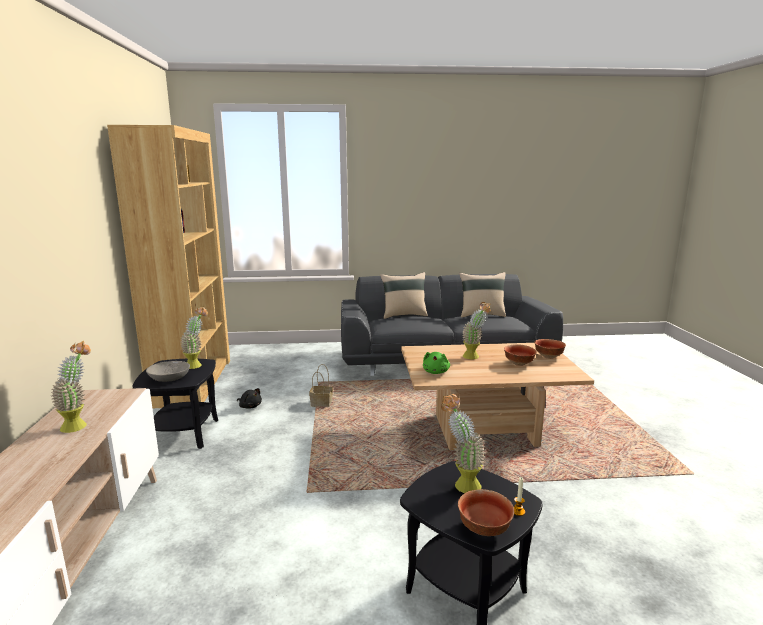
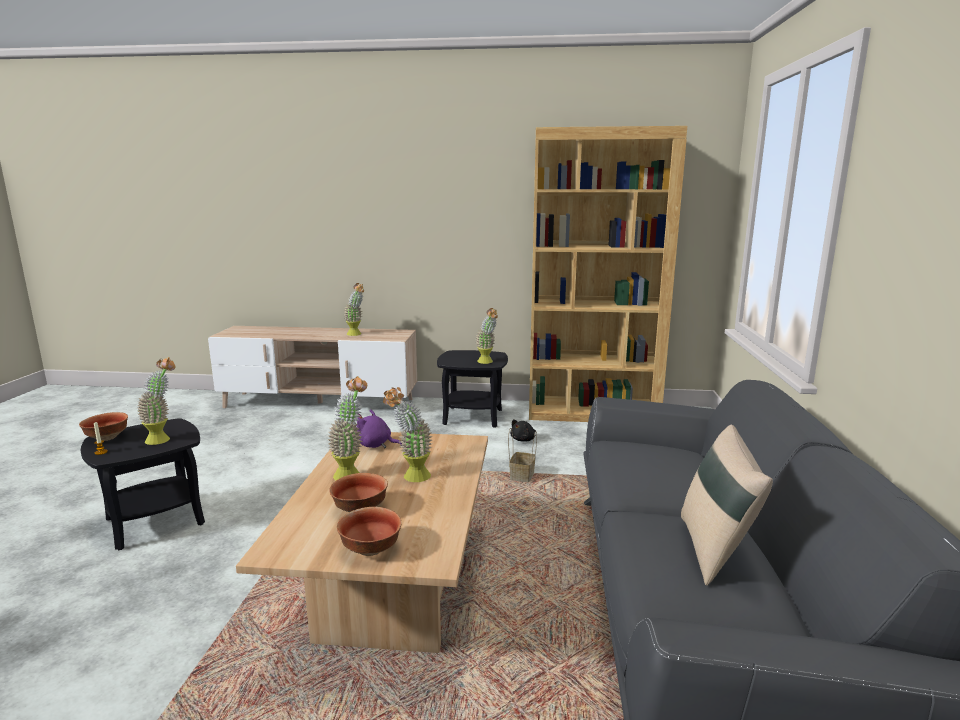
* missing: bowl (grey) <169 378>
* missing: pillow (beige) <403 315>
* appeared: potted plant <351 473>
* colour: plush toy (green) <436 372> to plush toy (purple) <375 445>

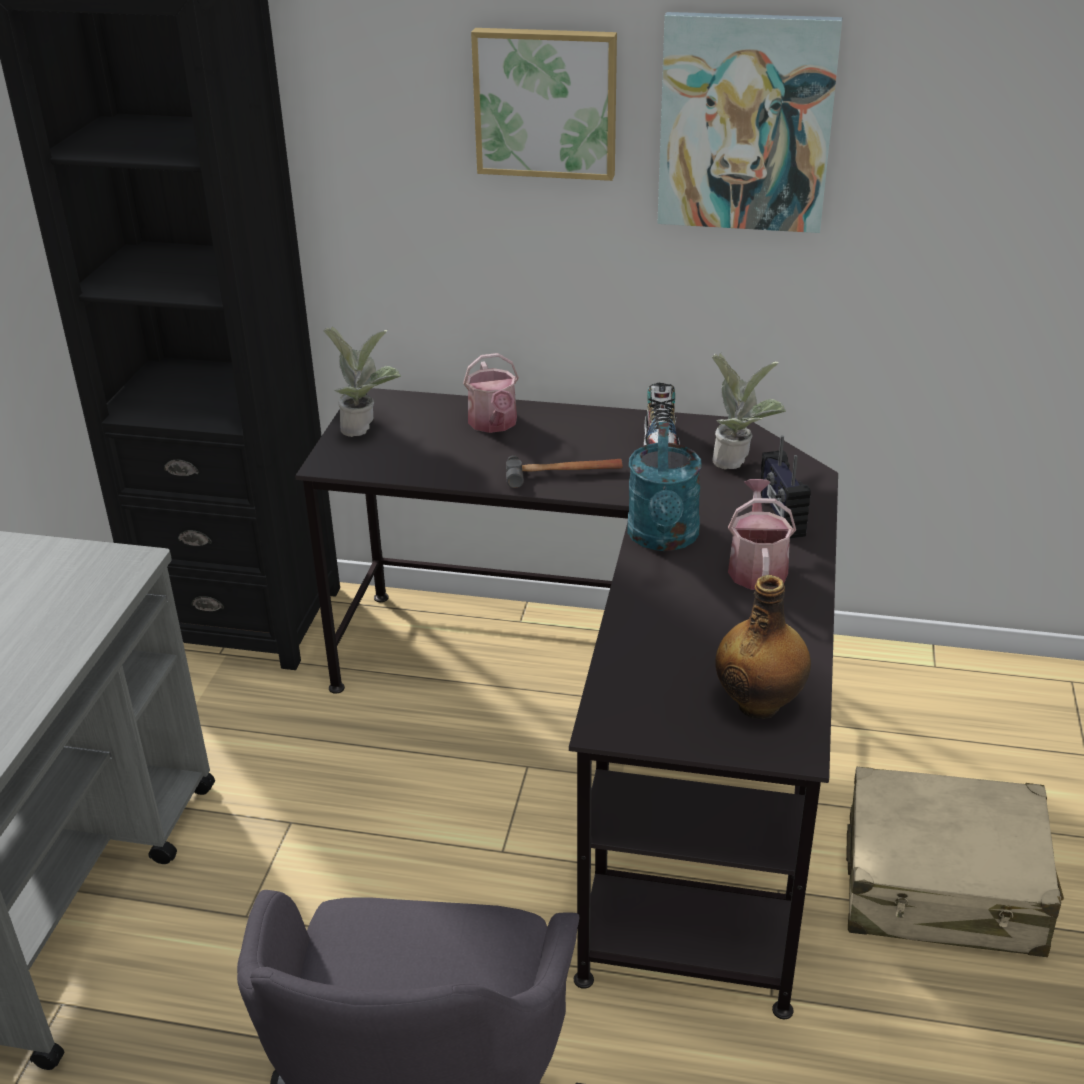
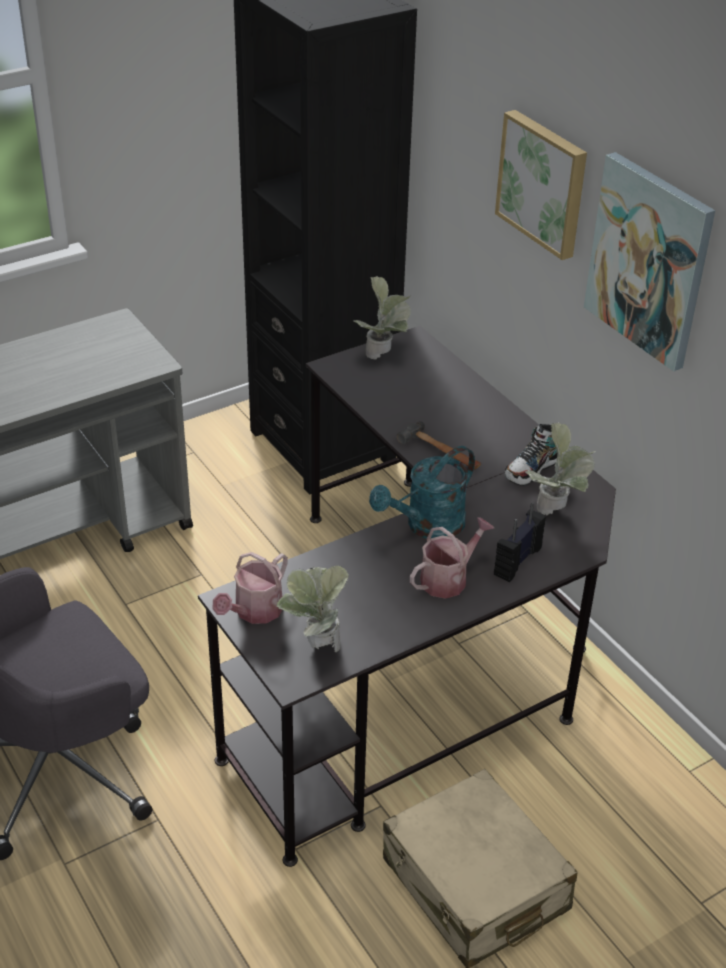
* relocated: watering can <494 424> to <254 612>
* exchanged: bottle <759 703> to potted plant <315 646>

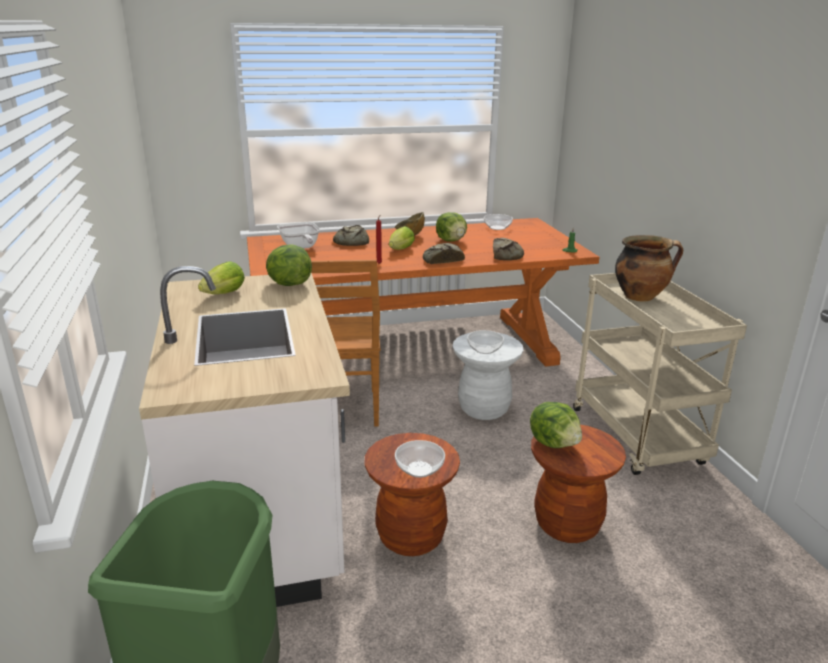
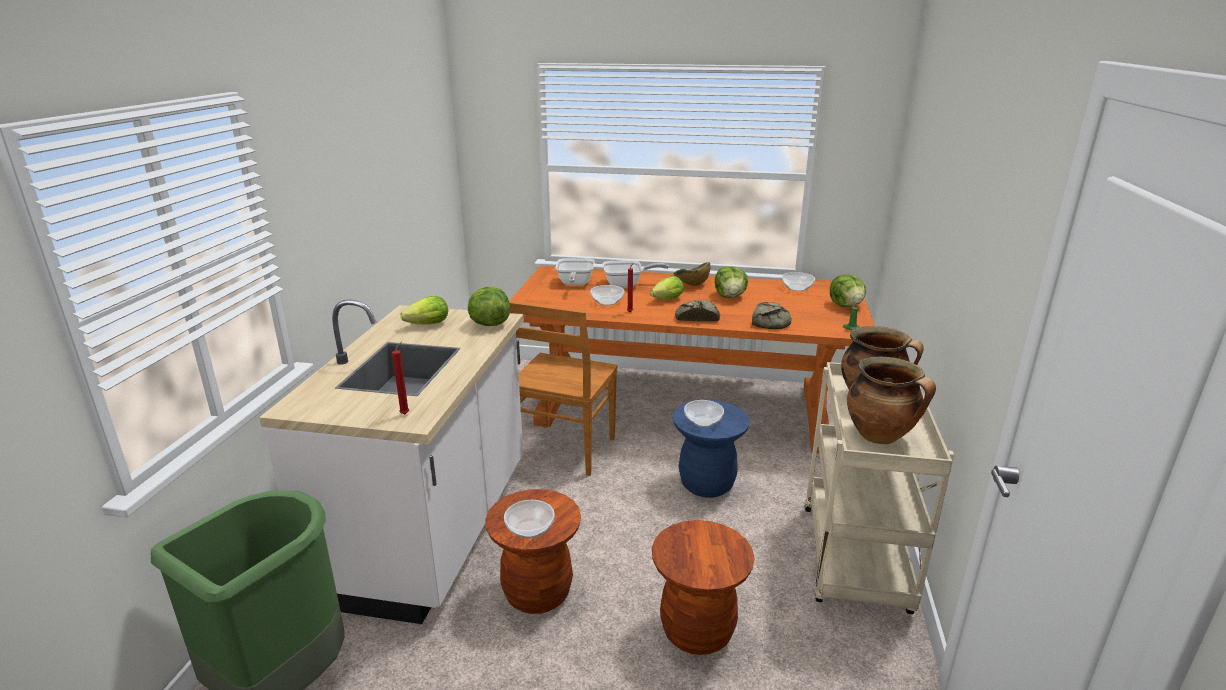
* appeared: candle (red) <406 413>
* appeared: bowl <607 302>
* appeared: cooking pot <881 436>
* relocated: lettuce <554 443> to <846 306>
* exchanged: bread <351 242> to frying pan <627 284>
* colour: stool (white) <484 409> to stool (blue) <706 484>

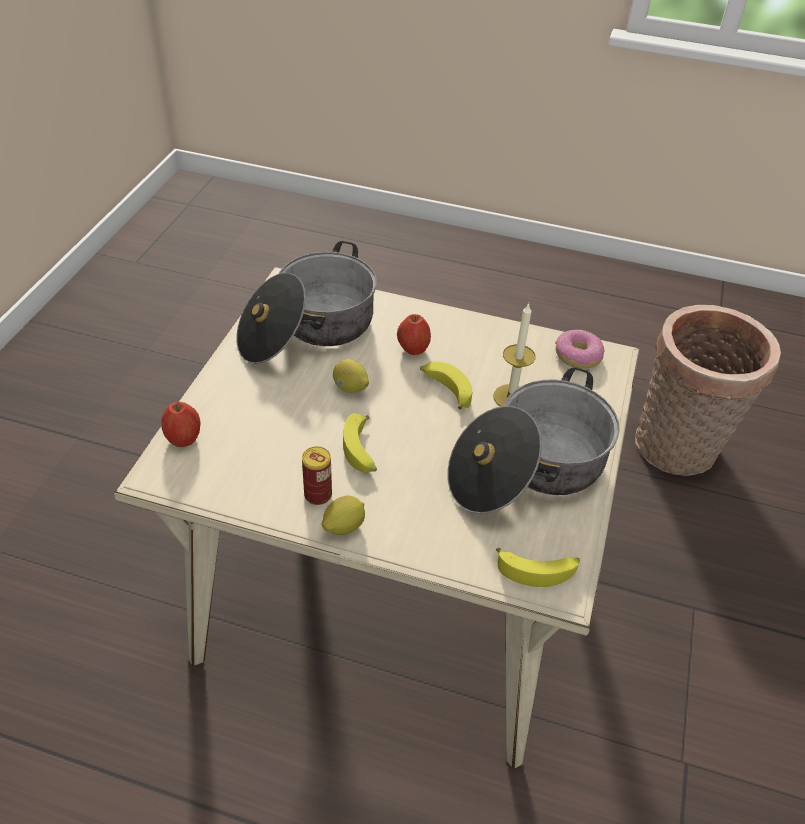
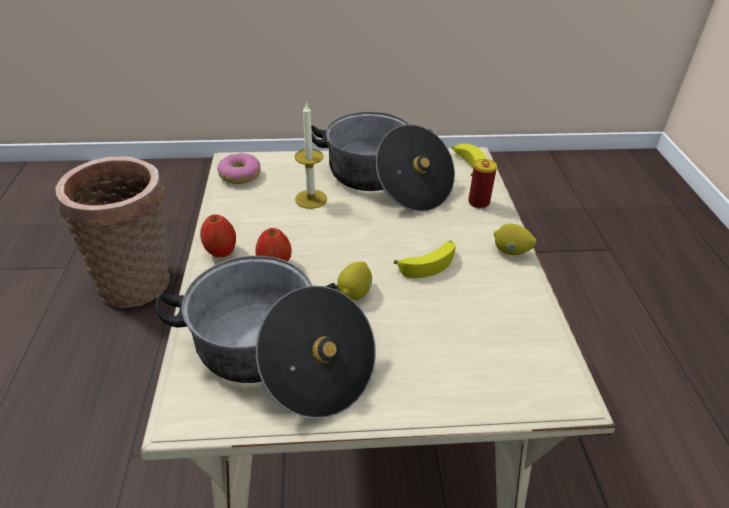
* missing: banana <445 390>
* relocated: apple <184 439> to <221 251>
* relocated: can <318 495> to <478 202>

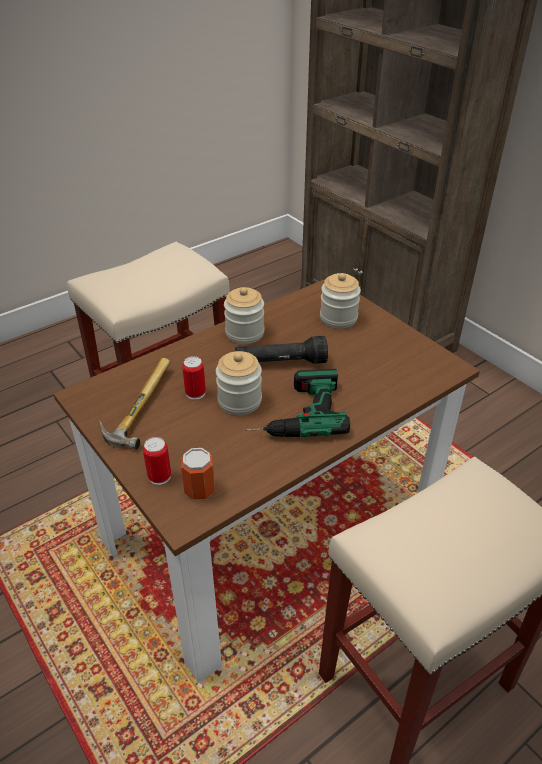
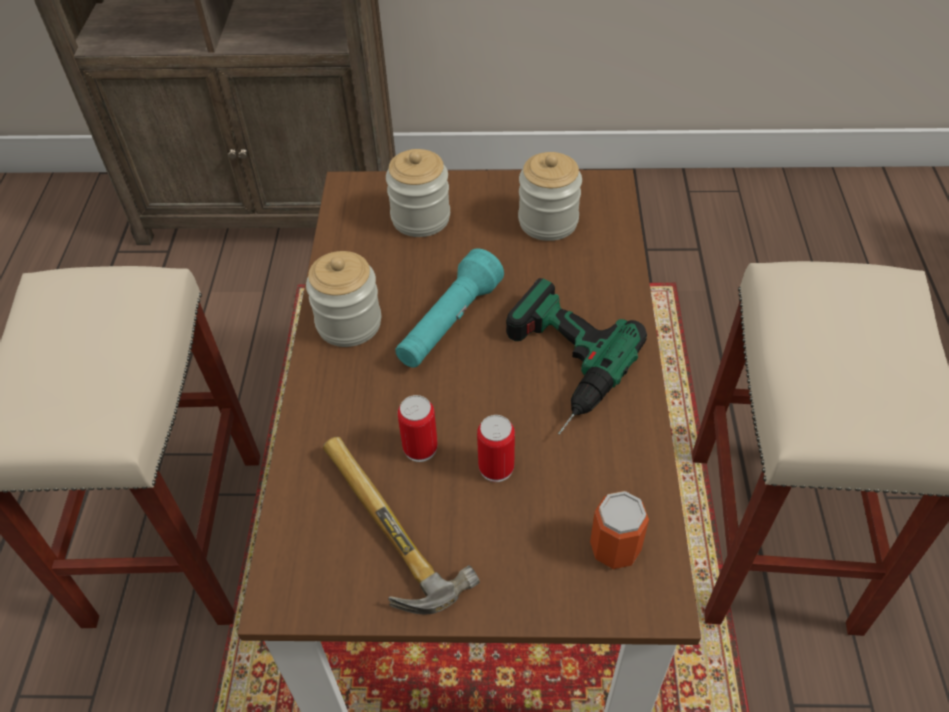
* relocated: can <159 476> to <496 467>
* relocated: jar <239 401> to <548 221>
* colour: flashlight (black) <280 363> to flashlight (turquoise) <449 324>

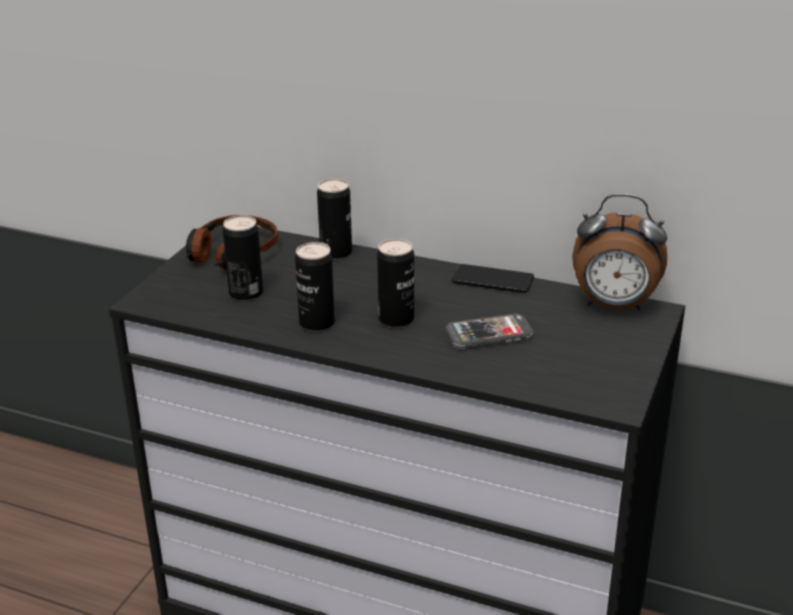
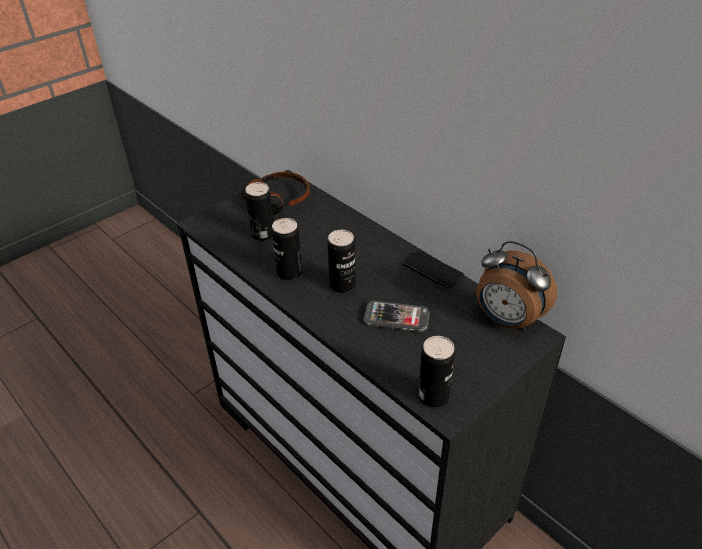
* relocated: can <336 253> to <433 396>

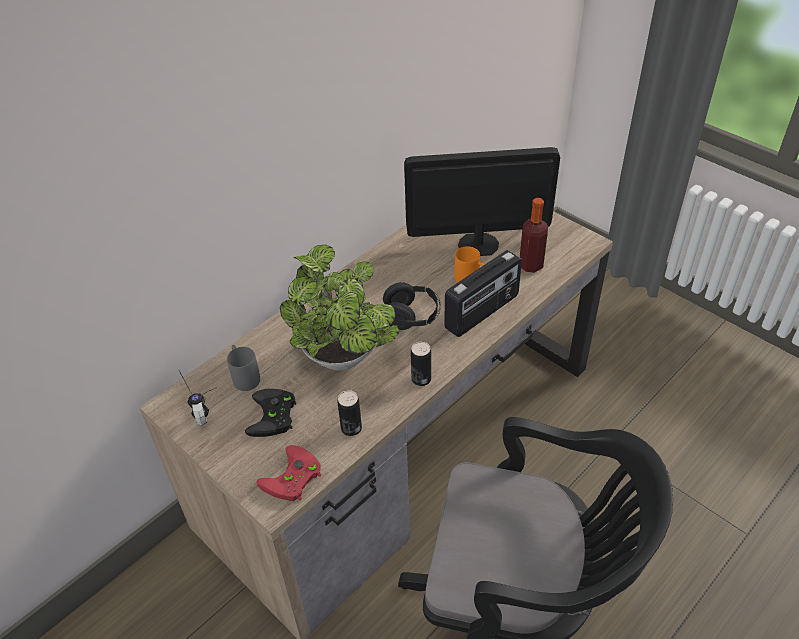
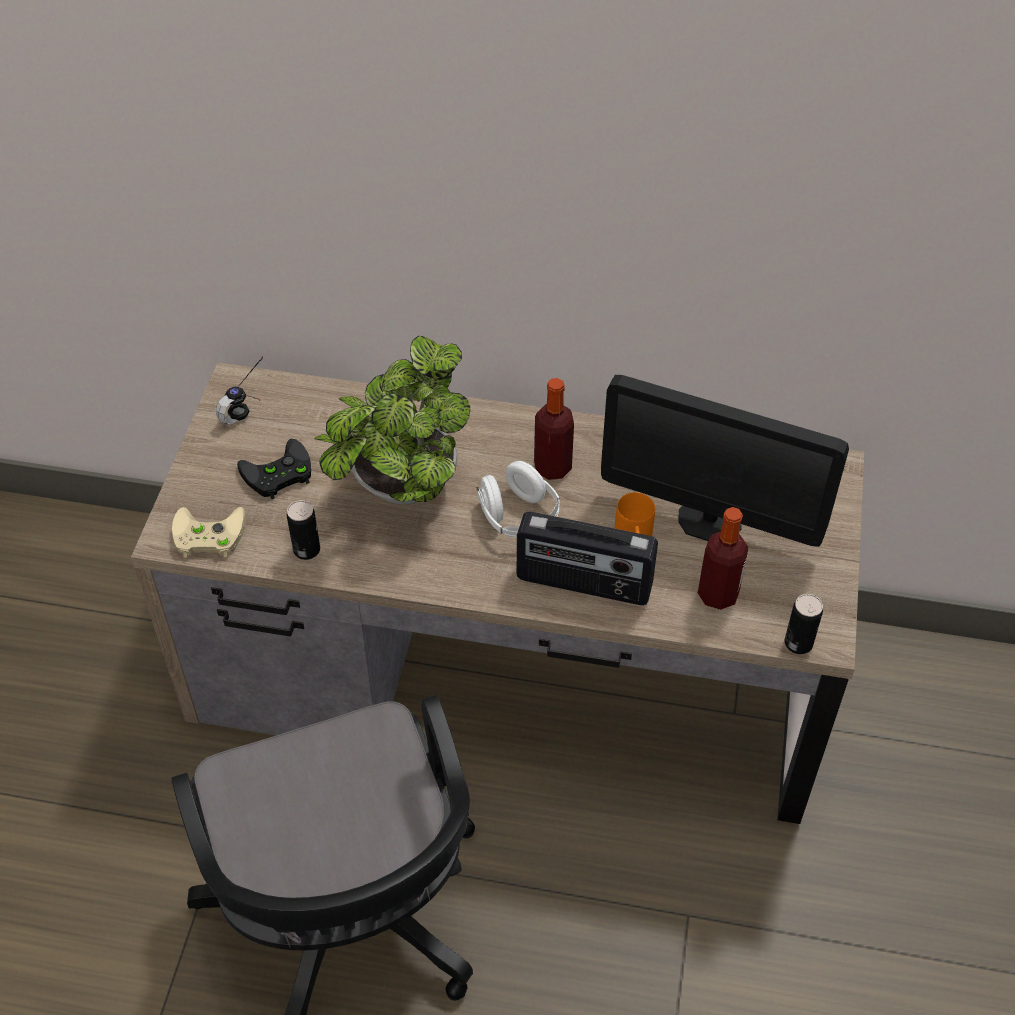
* missing: mug (grey) <244 376>
* appeared: bottle <552 467>
* relocated: can <421 379> to <798 643>
* colour: game controller (red) <292 479> to game controller (beige) <206 536>
* colour: headphones (black) <411 317> to headphones (white) <518 517>
* spun: monitor <478 245> = <709 519> 150 degrees clockwise

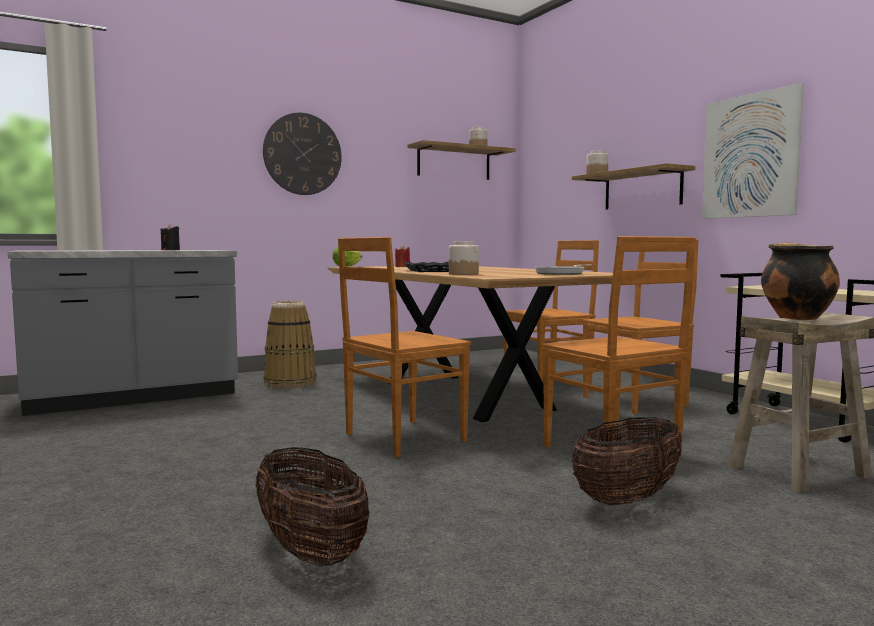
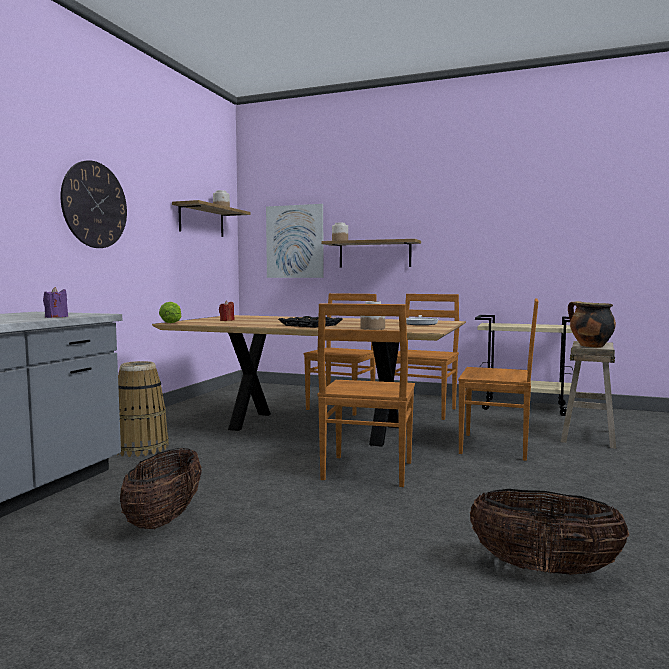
* relocated: basket <628 499> to <164 519>
* relocated: picture <750 156> to <294 241>
* colour: candle (black) <170 250> to candle (purple) <56 317>

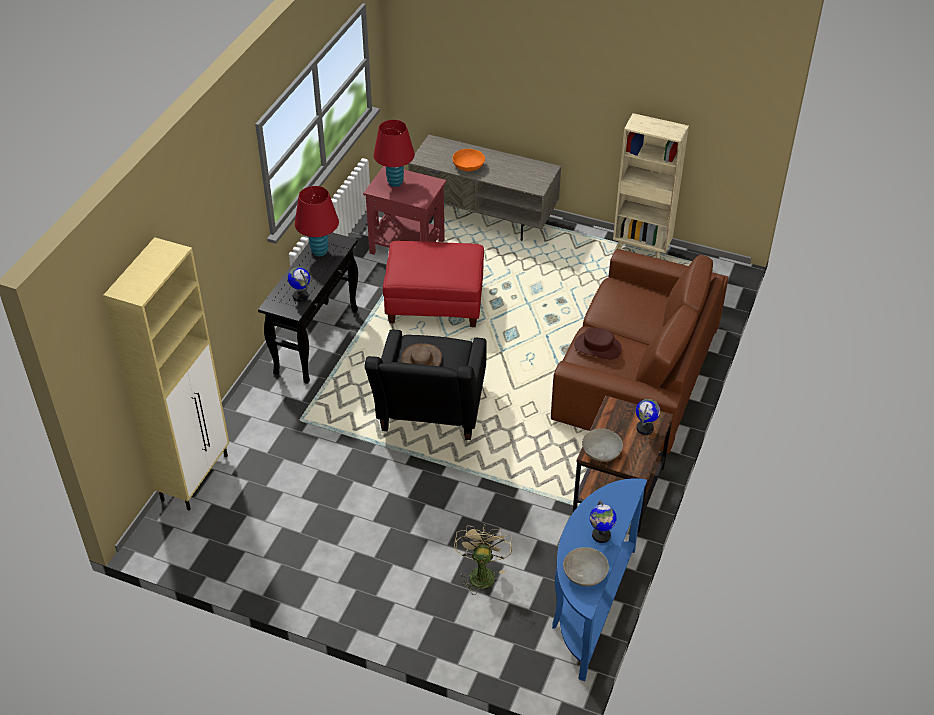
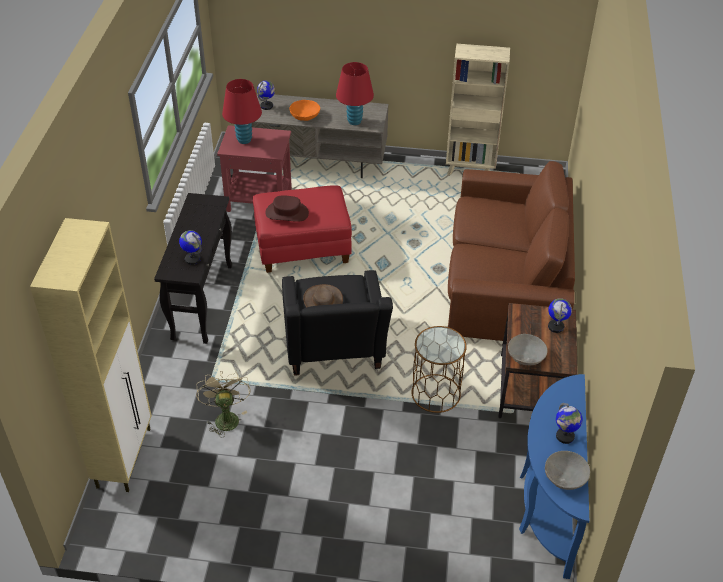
* appeared: globe <267 106>
* appeared: side table (brown) <435 393>
* relocated: table lamp (red) <319 251> to <354 121>
* relocated: fan (beige) <481 572> to <225 417>
* relocated: hat (brown) <597 347> to <287 213>

